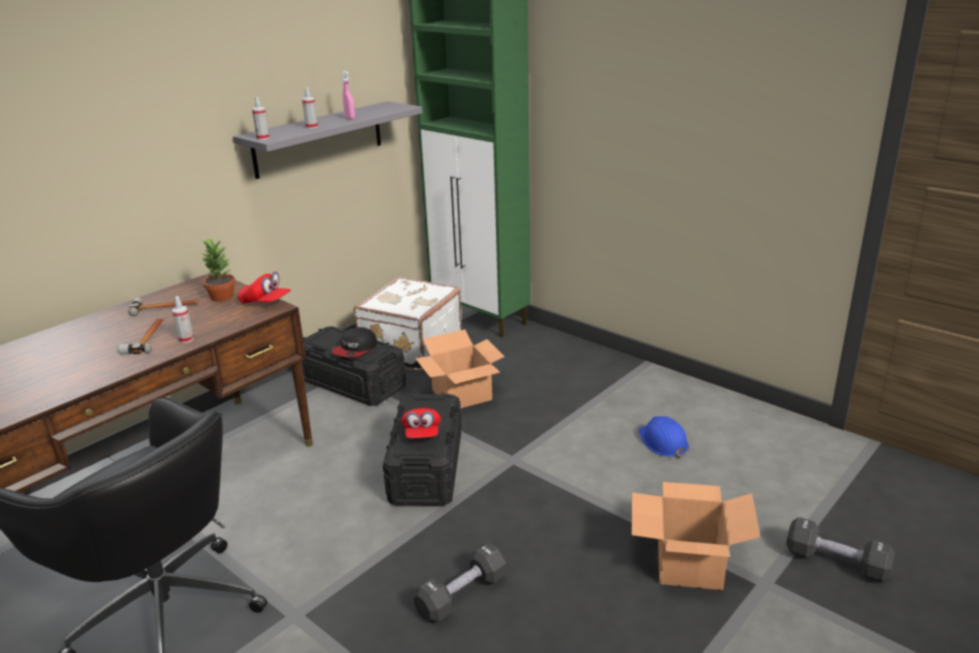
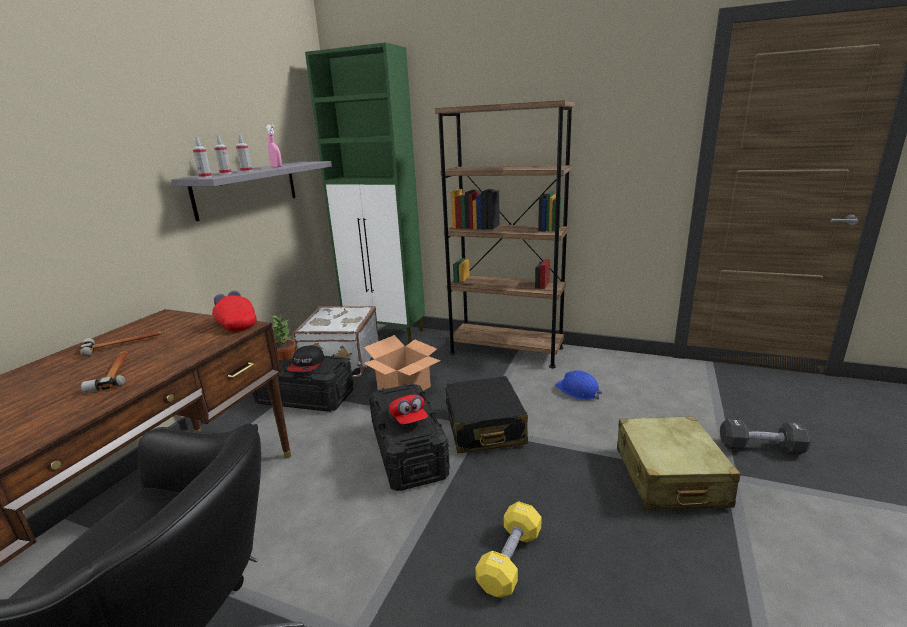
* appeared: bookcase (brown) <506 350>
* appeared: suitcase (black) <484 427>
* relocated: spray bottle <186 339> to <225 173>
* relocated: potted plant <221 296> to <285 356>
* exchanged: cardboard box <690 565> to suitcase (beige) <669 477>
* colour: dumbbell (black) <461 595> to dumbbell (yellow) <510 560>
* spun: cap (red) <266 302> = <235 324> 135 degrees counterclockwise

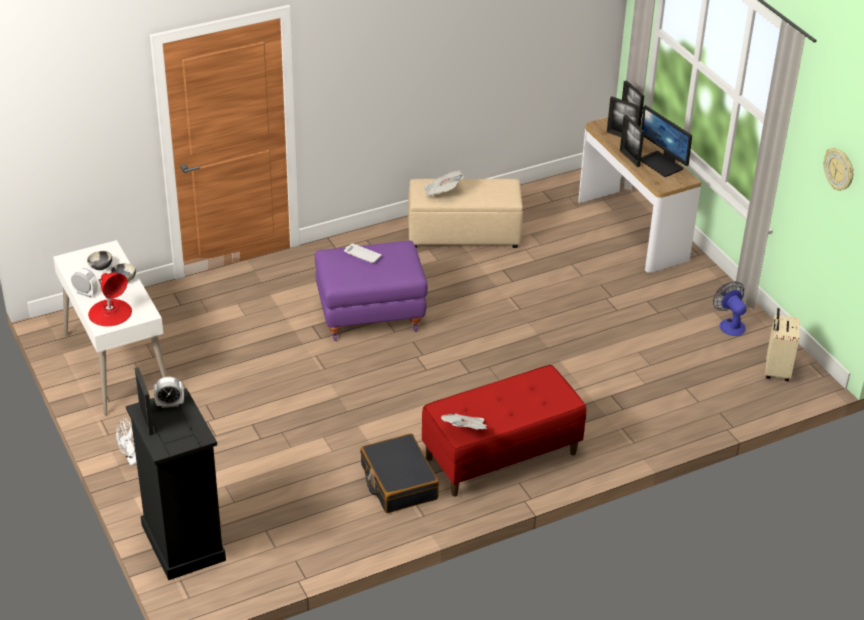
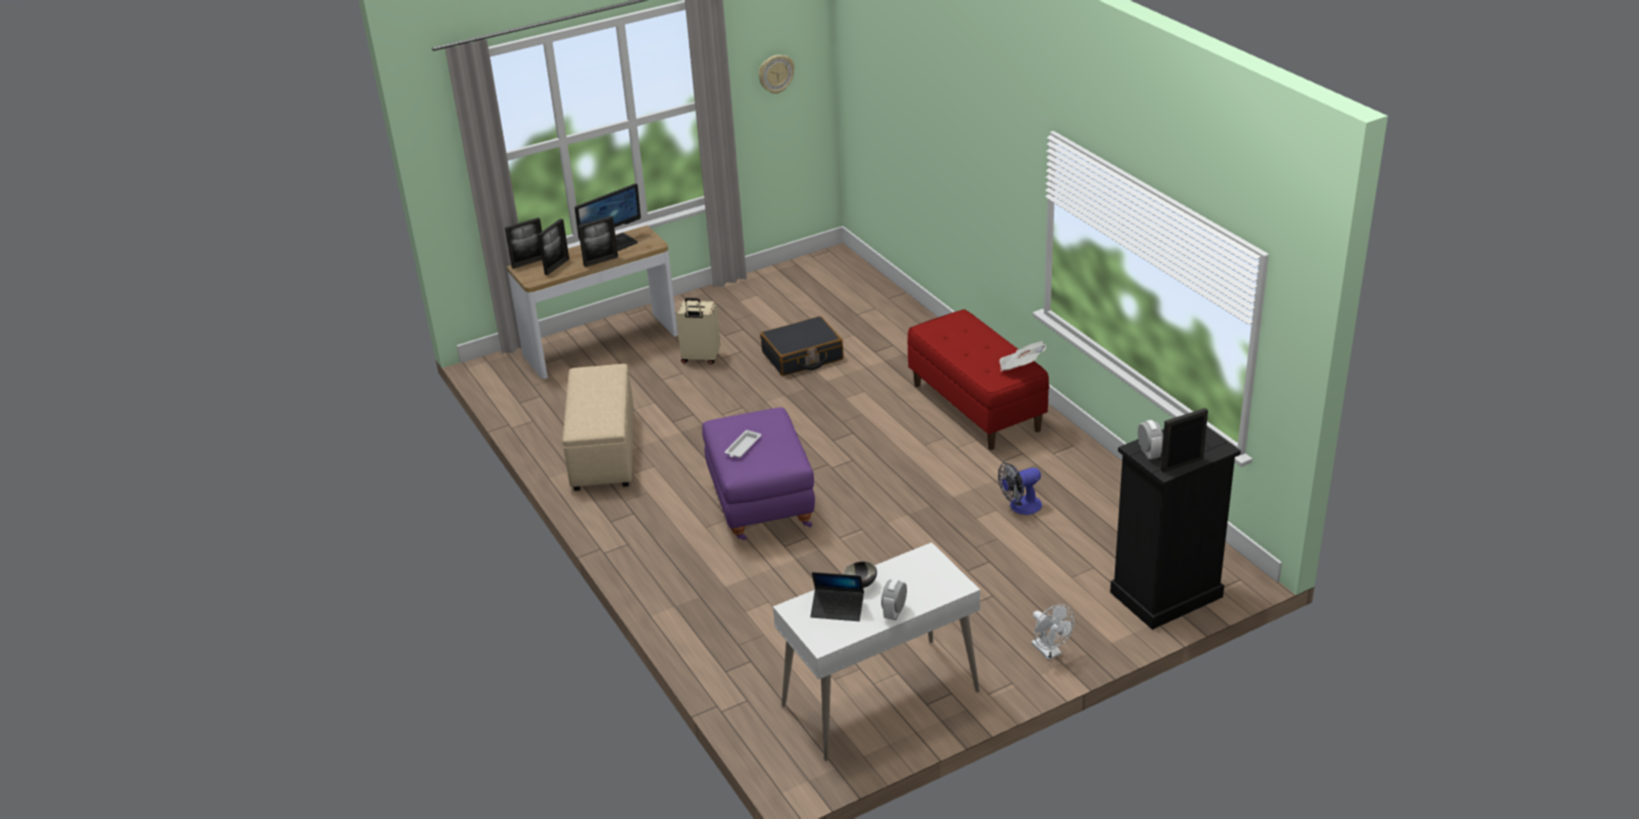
* missing: table lamp (red) <110 312>
* missing: newspaper <442 192>
* relocated: suitcase (black) <398 482> to <802 356>
* relocated: fan <729 324> to <1020 507>
* relocated: suitcase (beige) <776 371> to <700 358>
* exchanged: bowl <101 267> to laptop <837 609>

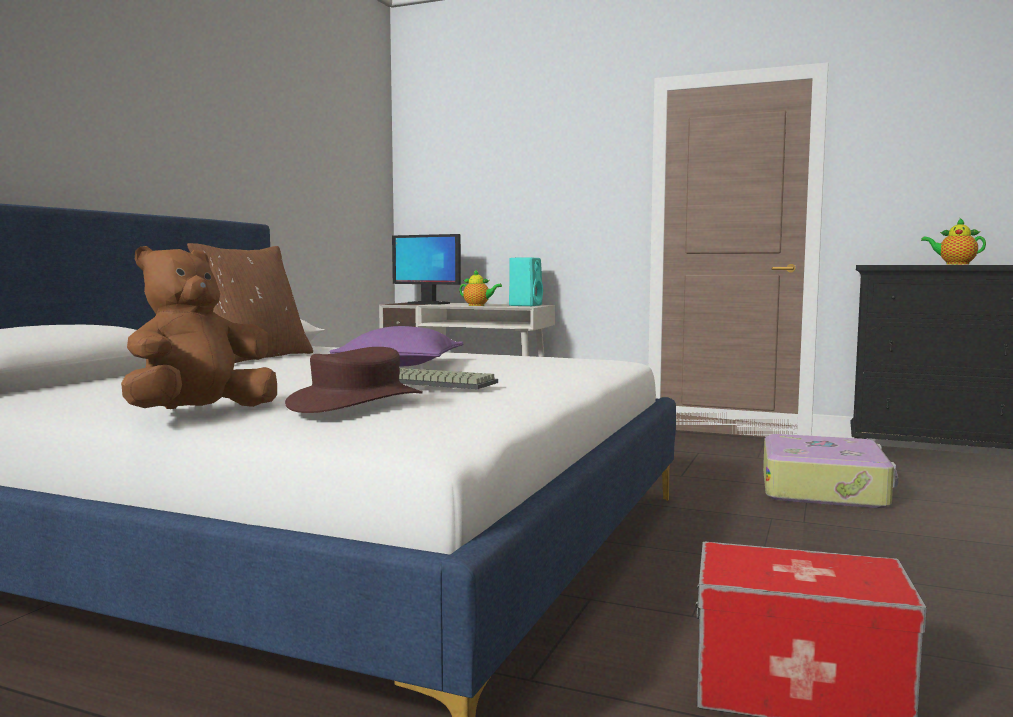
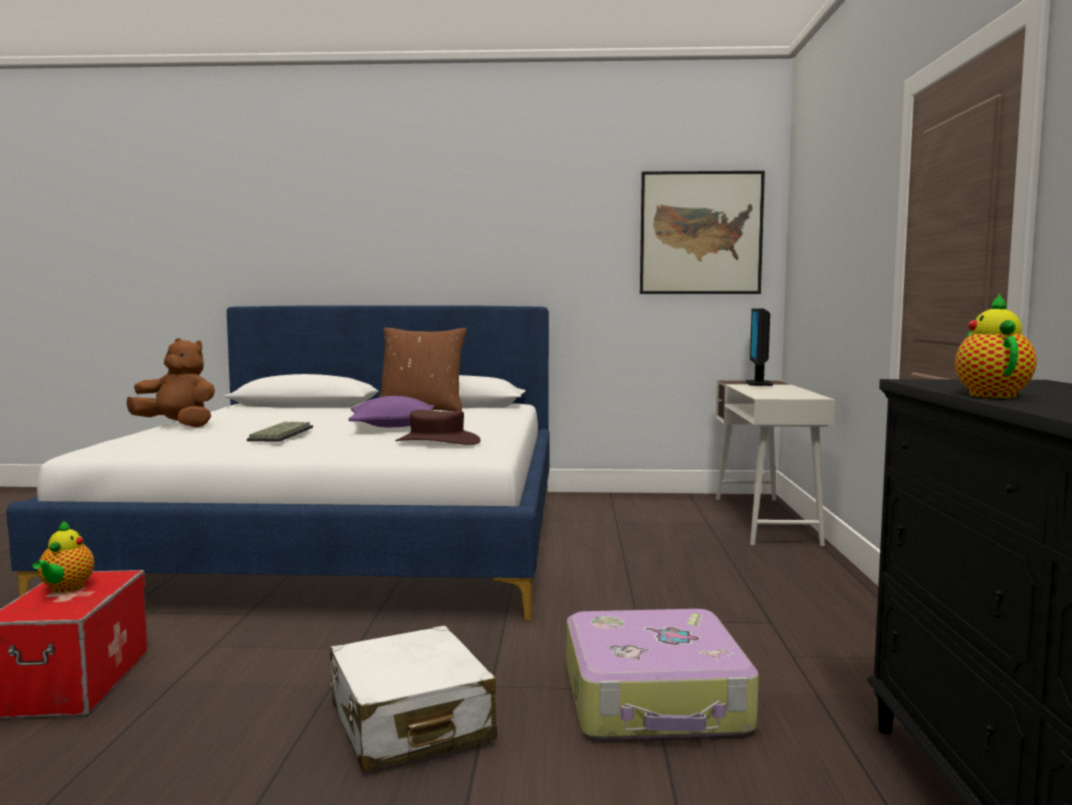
* missing: speaker (turquoise) <525 305>
* appeared: suitcase (white) <409 723>
* appeared: picture <700 233>
* relocated: hat (brown) <356 402> to <437 442>
* relocated: teapot <478 305> to <65 589>

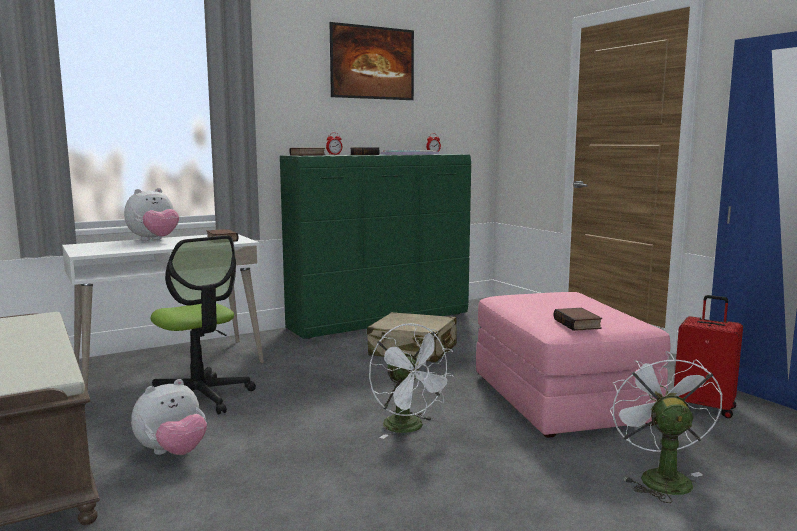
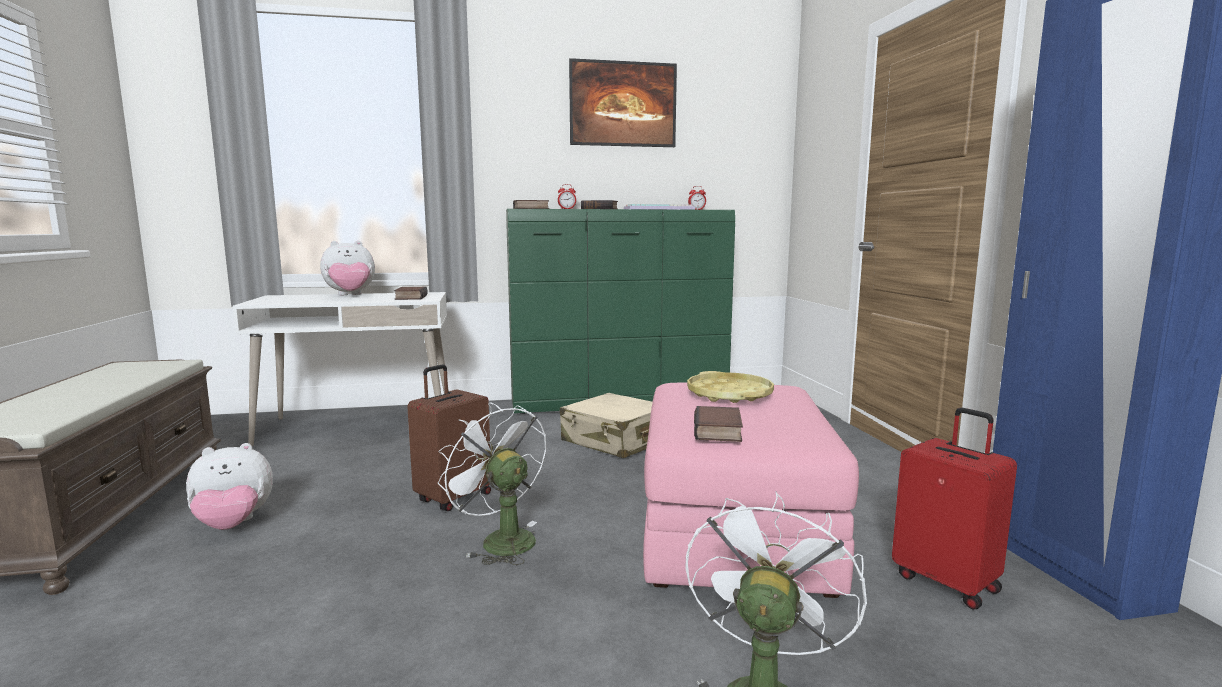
* missing: office chair <200 398>
* appeared: suitcase (brown) <453 498>
* appeared: tray (yellow) <729 395>
* spun: fan (white) <410 428> = <500 540> 150 degrees clockwise

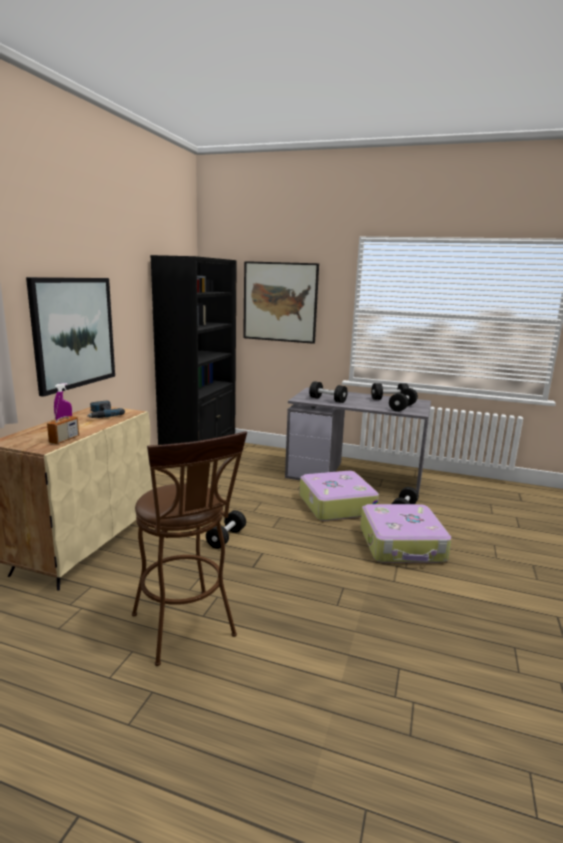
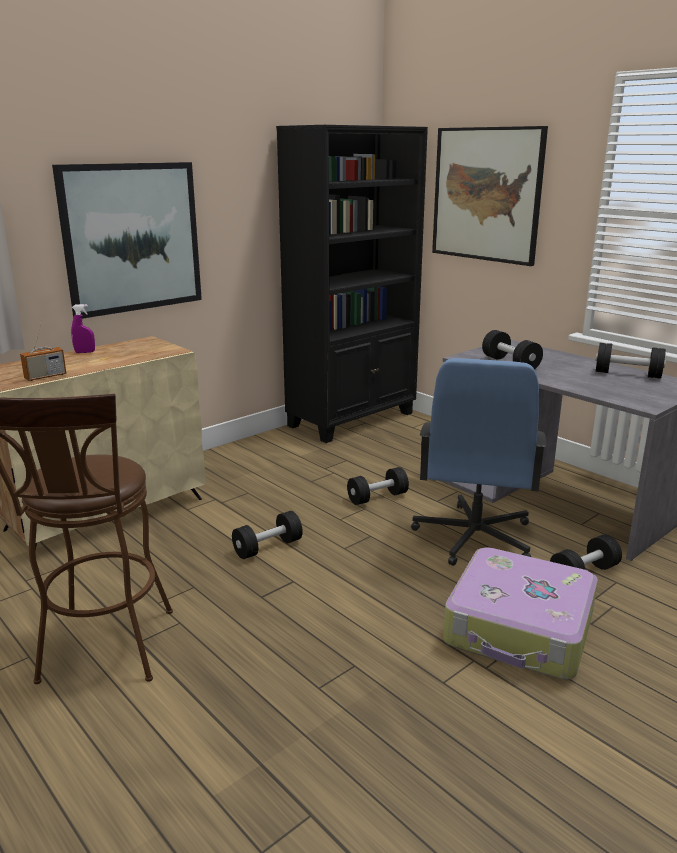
* missing: power drill <102 414>
* relocated: dumbbell (black) <402 407> to <377 497>
* exchanged: suitcase <335 504> to office chair (blue) <473 537>

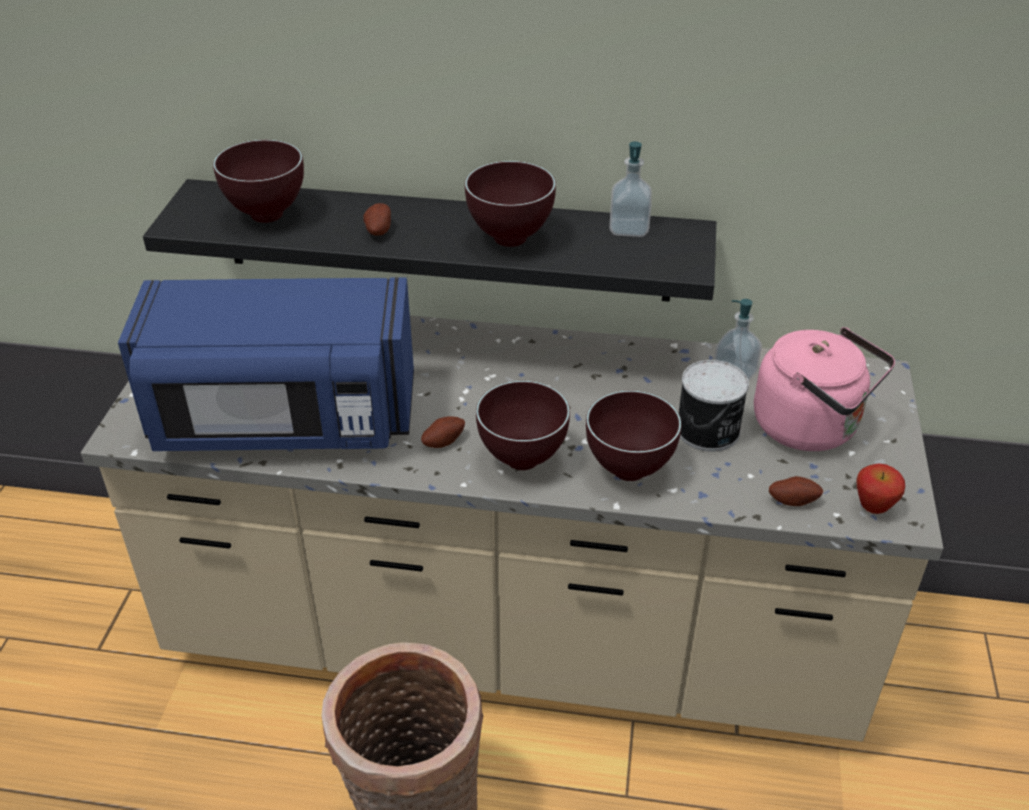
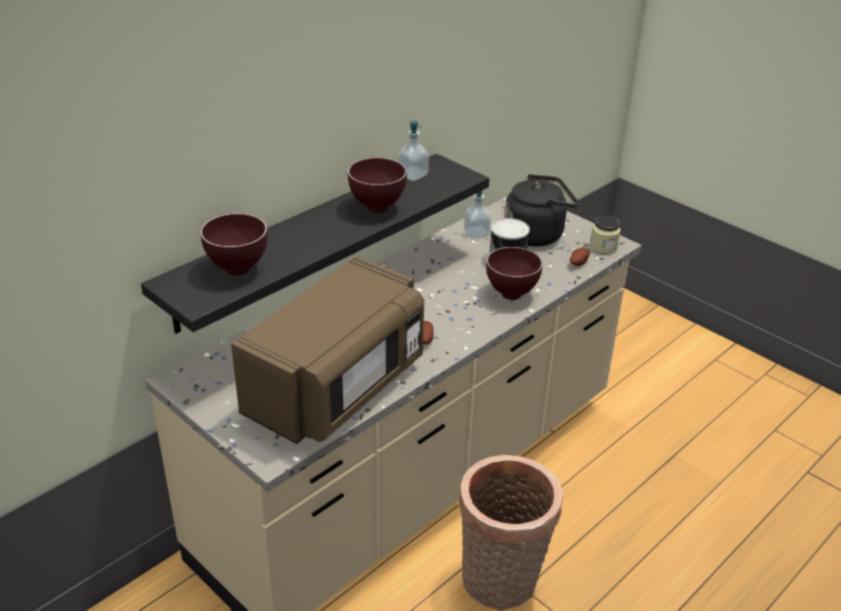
* missing: potato <377 231>
* missing: bowl (brown) <521 461>
* exchanged: apple <873 508> to jar <603 247>
* colour: microwave (blue) <283 420> to microwave (brown) <337 387>
* colour: kettle (pink) <811 428> to kettle (black) <537 234>

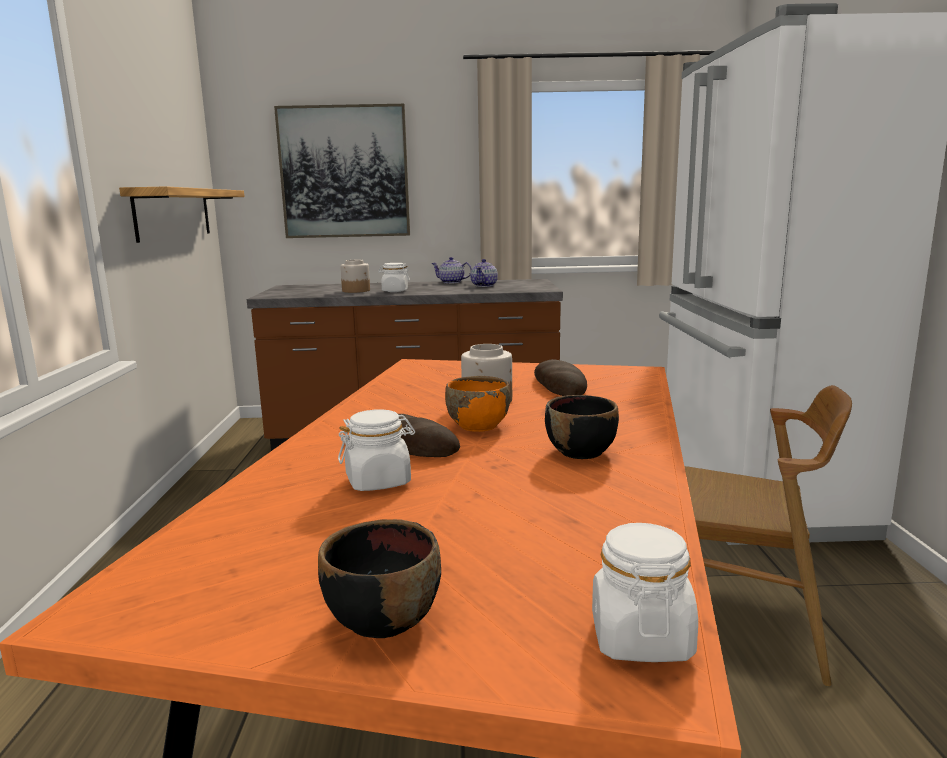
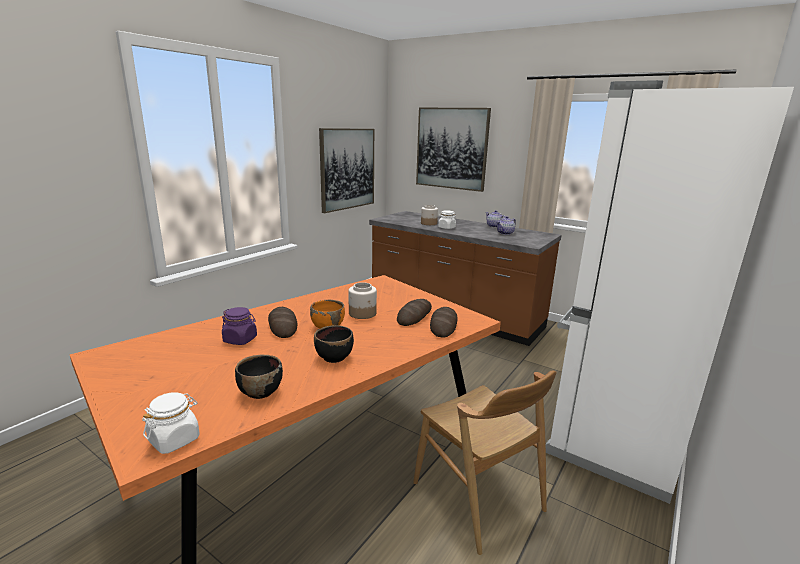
* appeared: bread <443 325>
* relocated: bowl (black) <382 619> to <260 391>
* exchanged: shelf <174 213> to picture <347 169>
* colour: jar (white) <378 481> to jar (purple) <240 340>

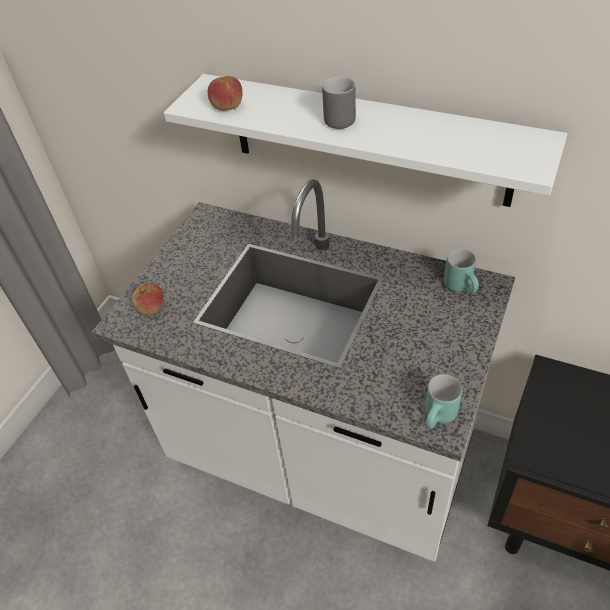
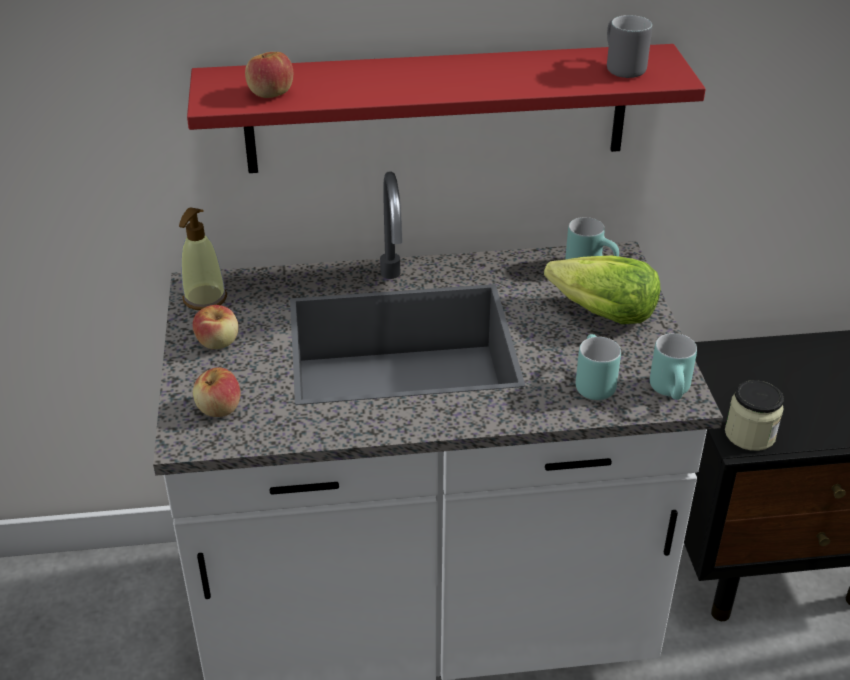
* appeared: soap dispenser <204 299>
* appeared: apple <218 342>
* appeared: lettuce <602 313>
* appeared: mug (turquoise) <590 383>
* appeared: jar <750 434>
* relocated: mug (grey) <338 117> to <619 68>
* colour: shelf (white) <367 140> to shelf (red) <437 109>

